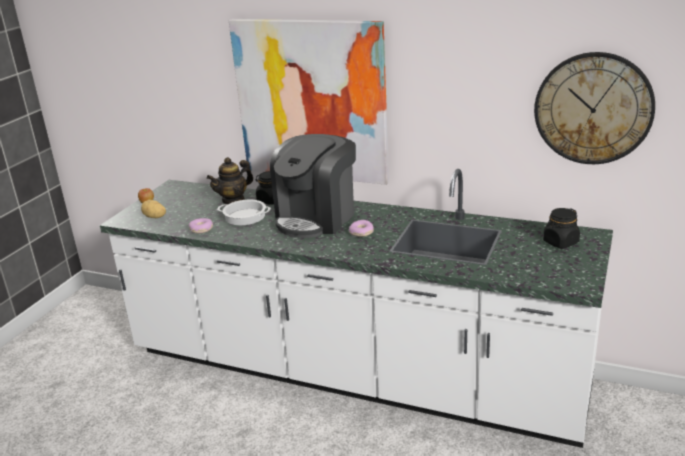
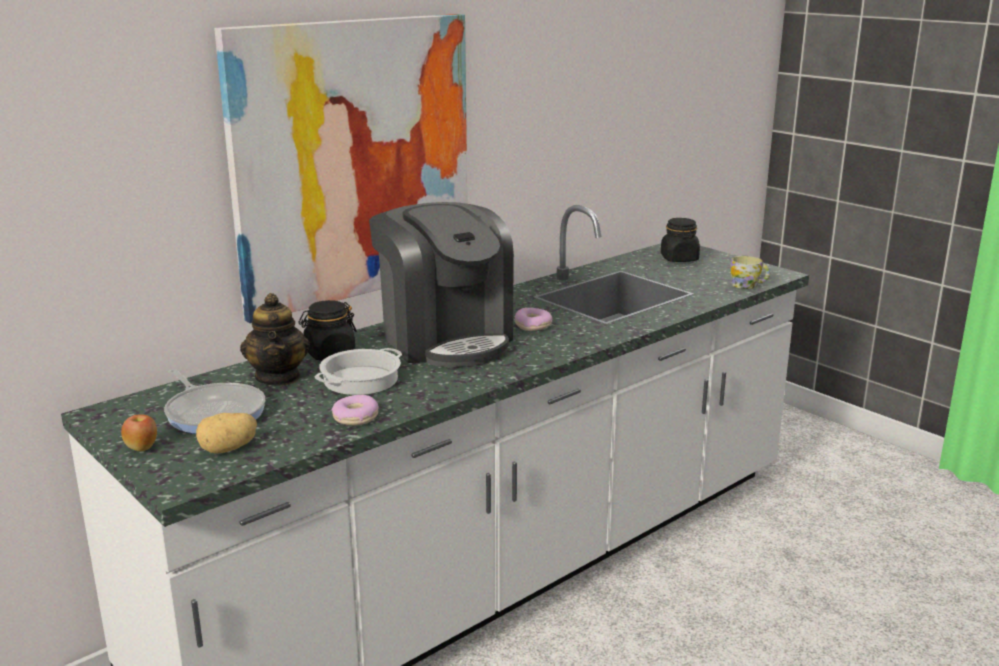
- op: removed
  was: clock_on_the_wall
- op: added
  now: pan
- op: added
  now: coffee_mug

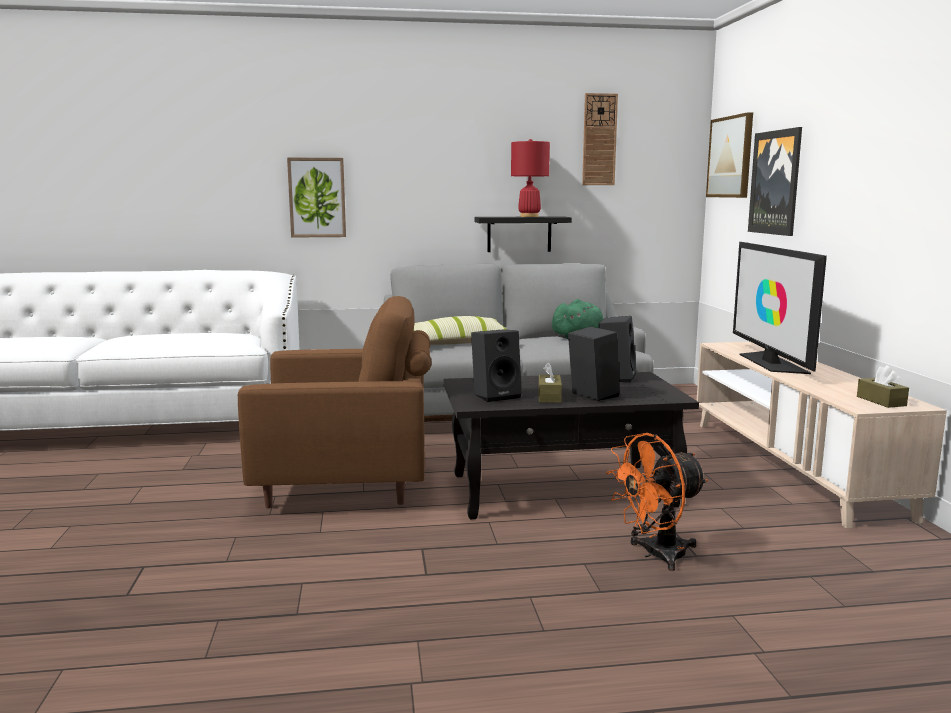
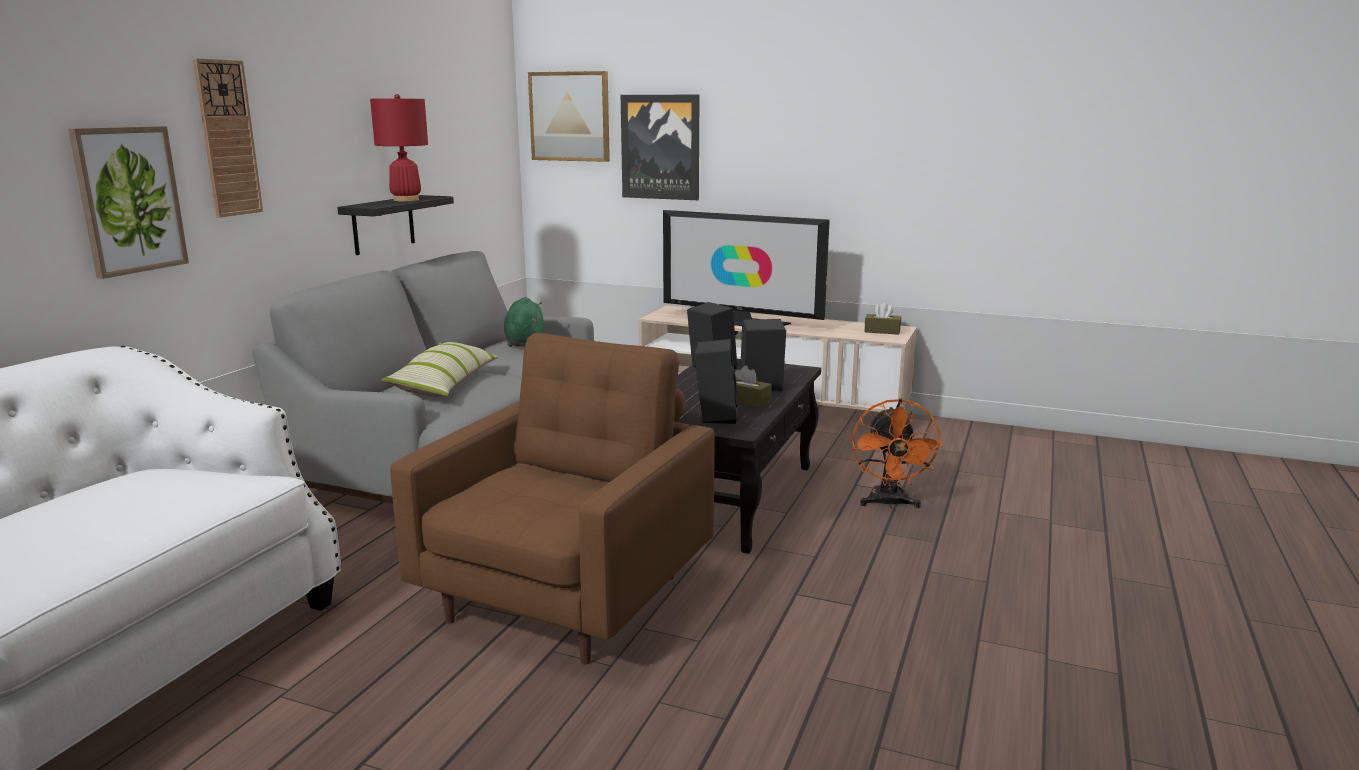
- op: moved
  was: clock_on_the_wall

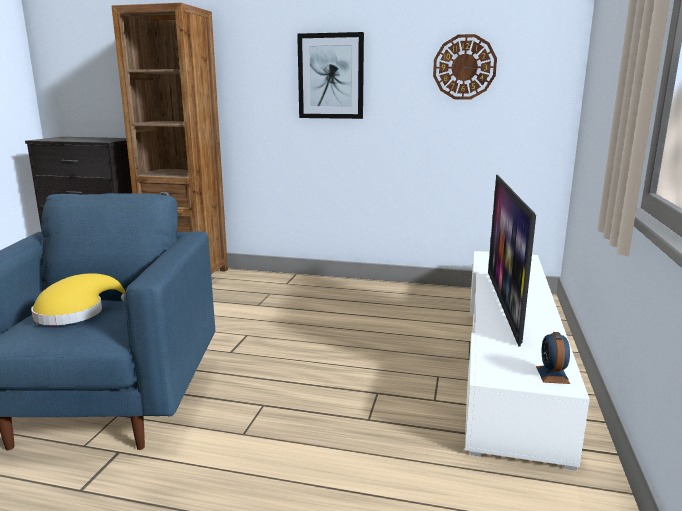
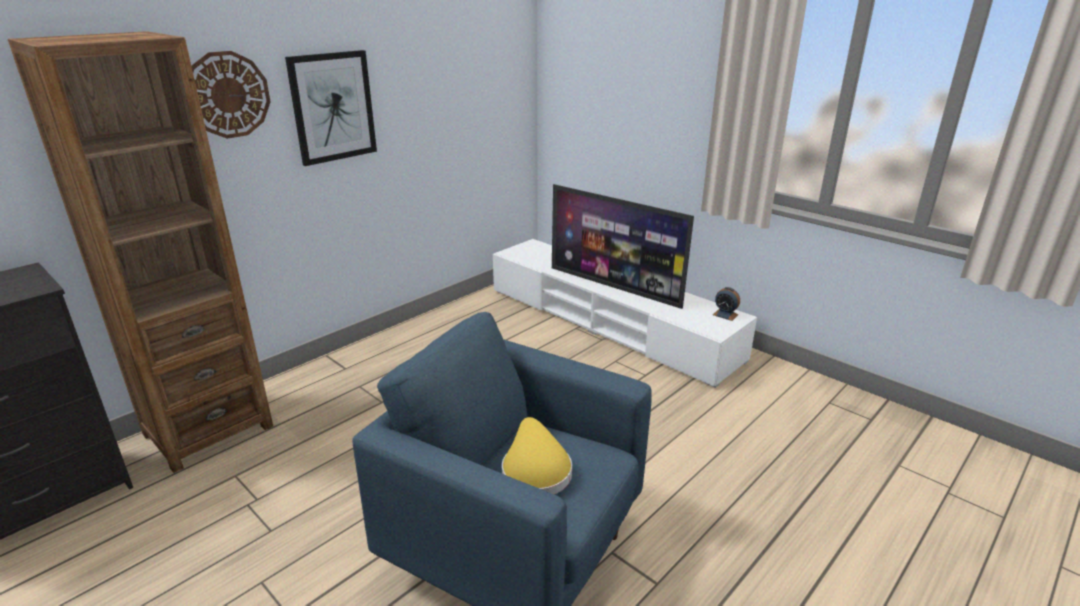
- op: moved
  was: clock_on_the_wall

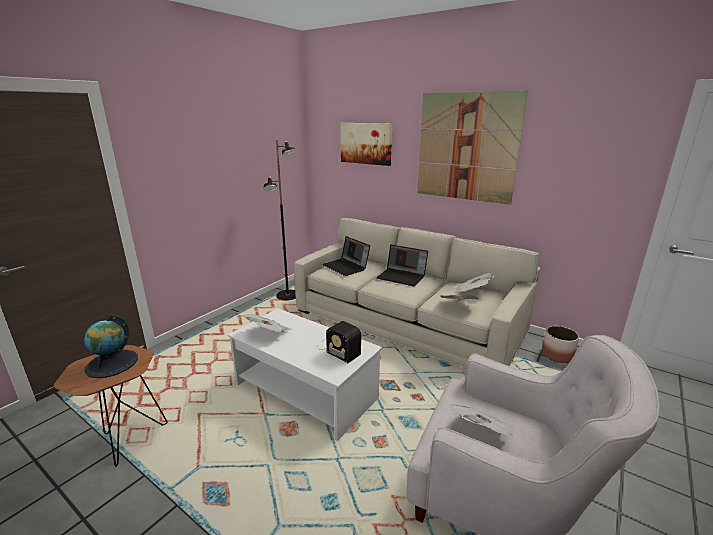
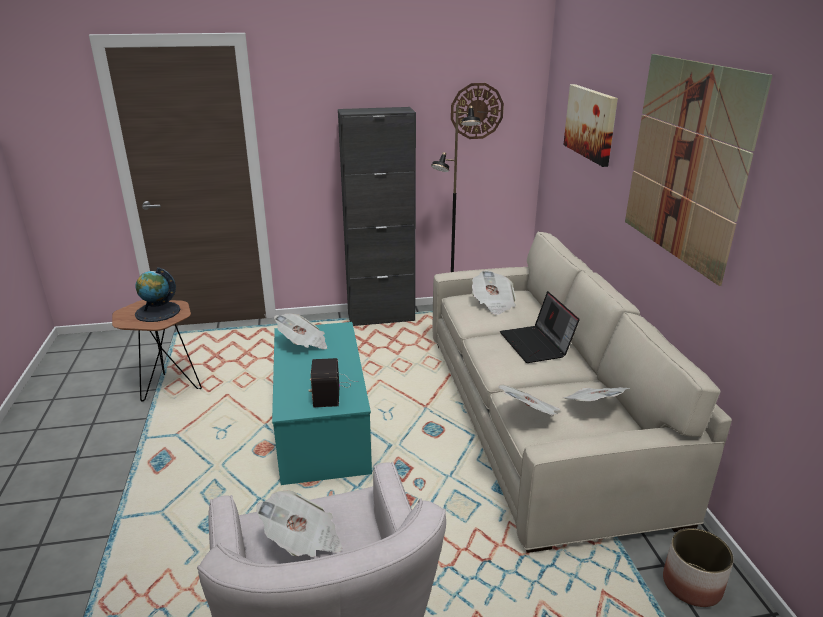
- op: recoloured
  was: whitish_low_table
  now: blue-green_low_table
- op: replaced
  was: notebook_computer (1st from left)
  now: daily_paper (3rd from left)
- op: added
  now: blackish_cabinet
- op: added
  now: clock_on_the_wall

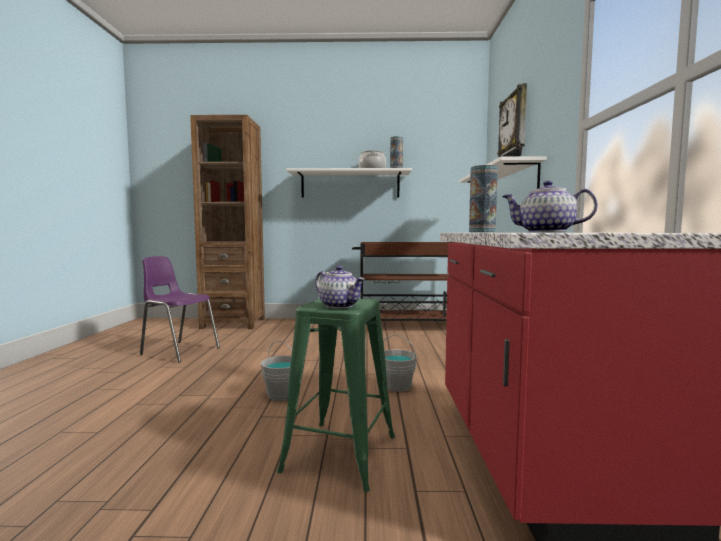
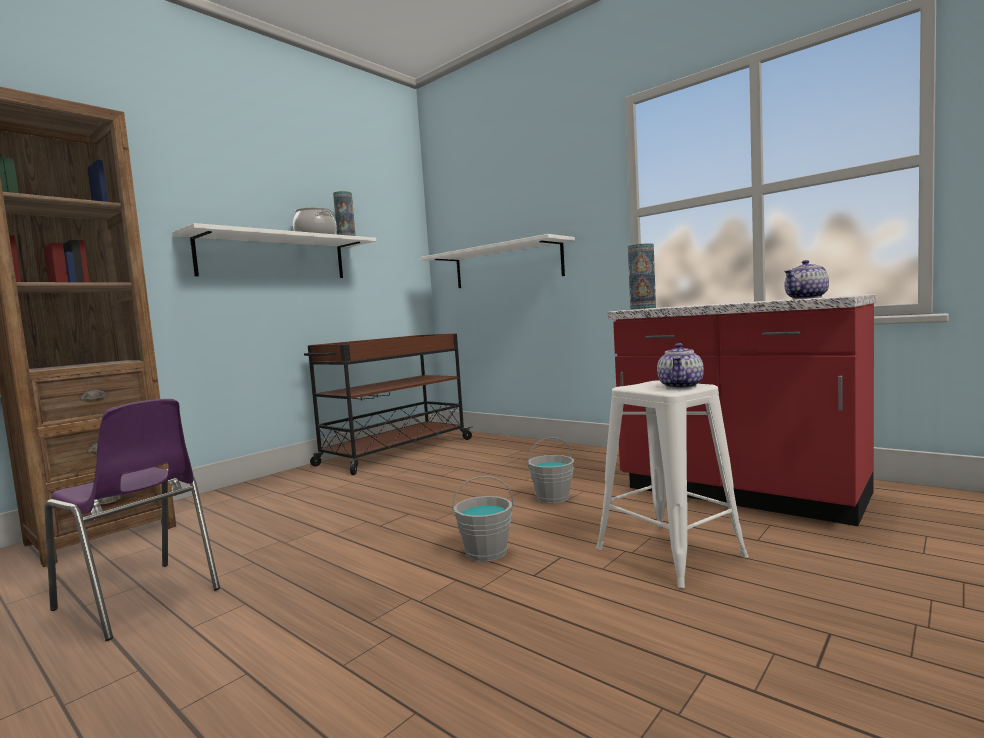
- op: turned
  was: purple-coloured_upright_chair
  clockwise: -120
- op: recoloured
  was: green_stool
  now: whitish_stool
- op: turned
  was: tea_pot (1st from left)
  clockwise: 120
- op: removed
  was: clock_on_the_wall

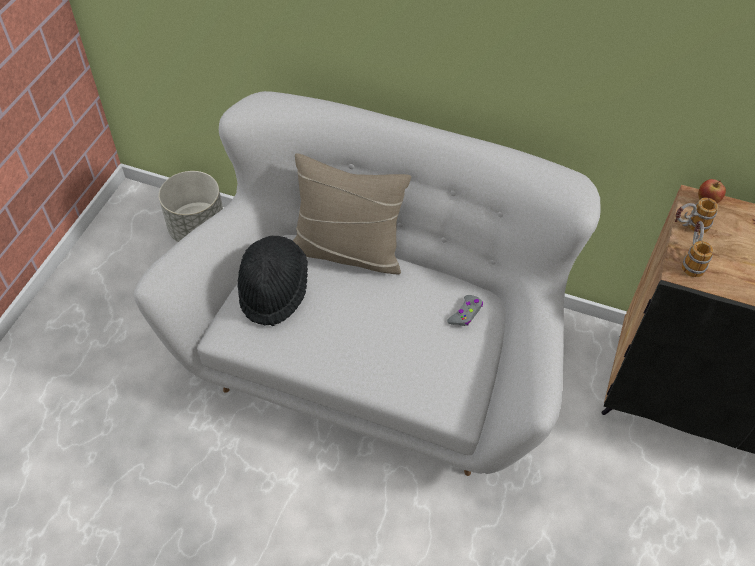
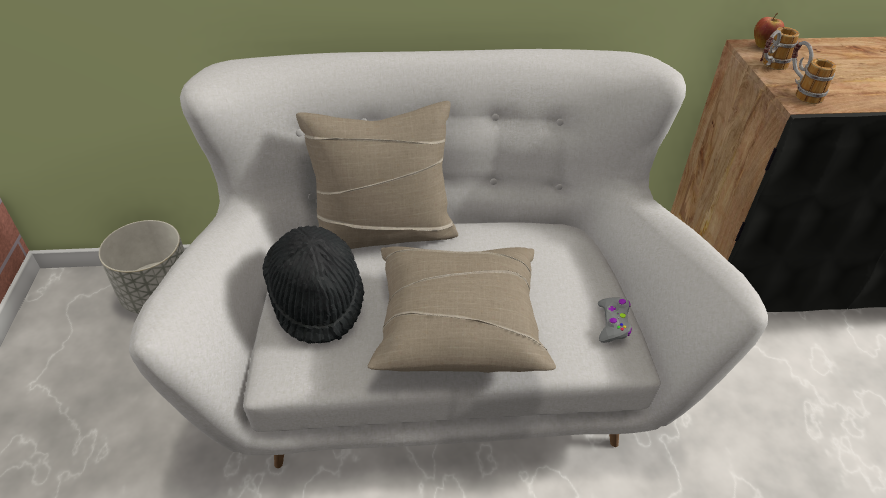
- op: moved
  was: greyish_game_controller
- op: added
  now: beige-coloured_pillow (2nd from left)

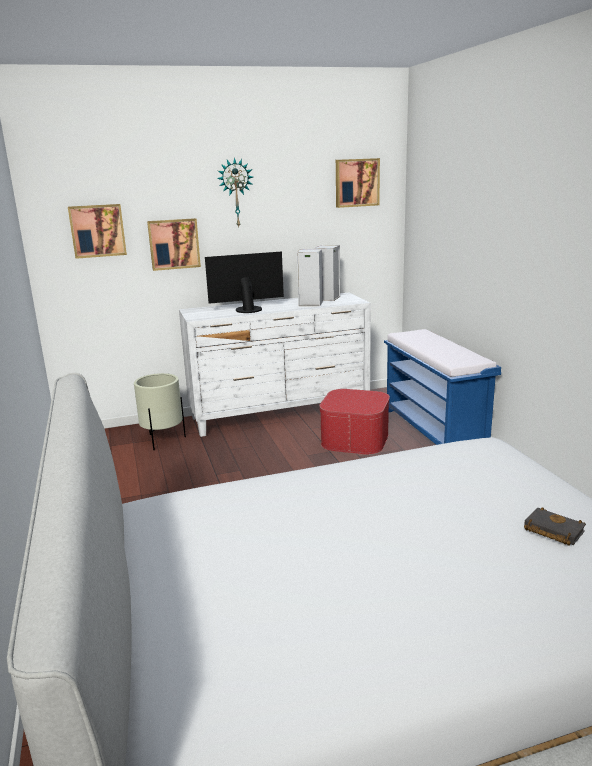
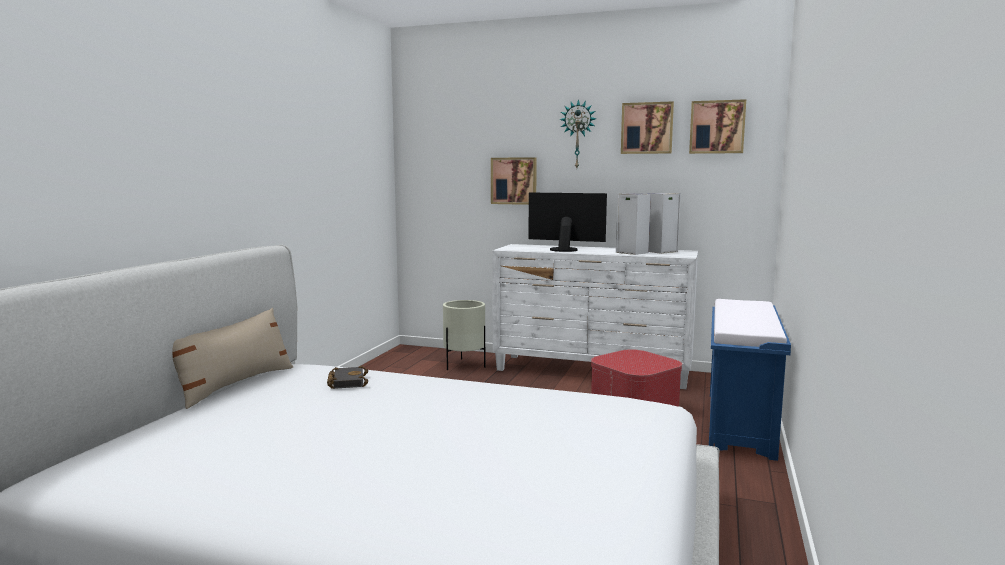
- op: moved
  was: wall_art (1st from left in the first image)
  now: wall_art (2nd from left)
- op: moved
  was: blackish_book
- op: added
  now: beige-coloured_pillow

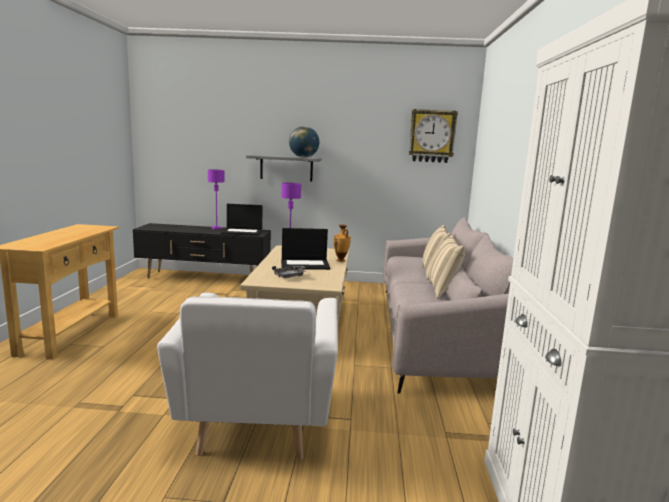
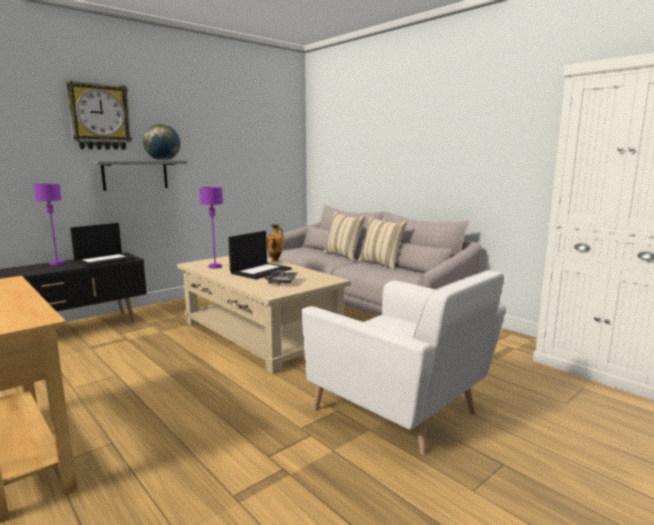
- op: moved
  was: clock_on_the_wall

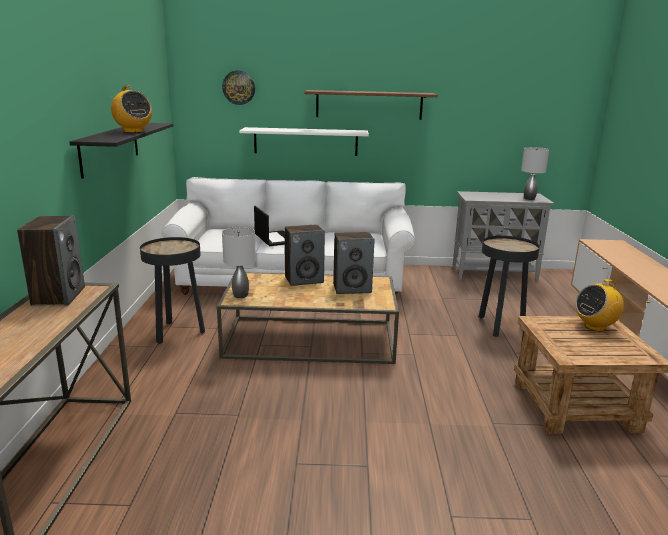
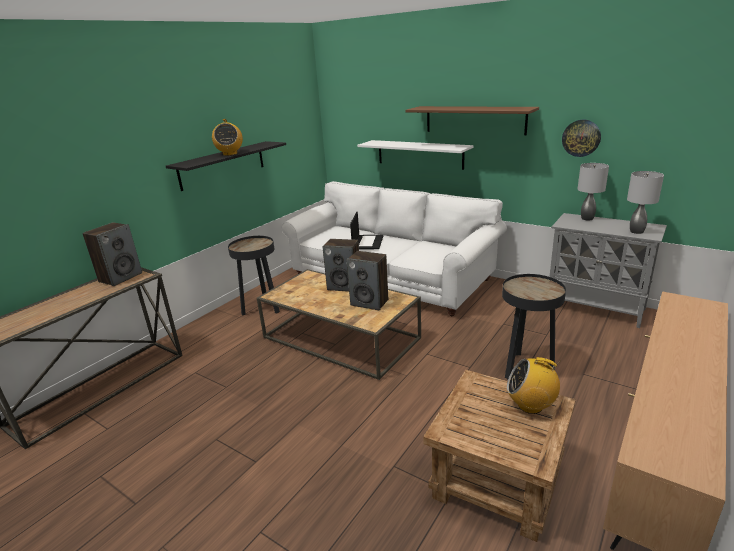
- op: moved
  was: clock_on_the_wall
- op: moved
  was: greyish_lamp_for_a_table (1st from left)

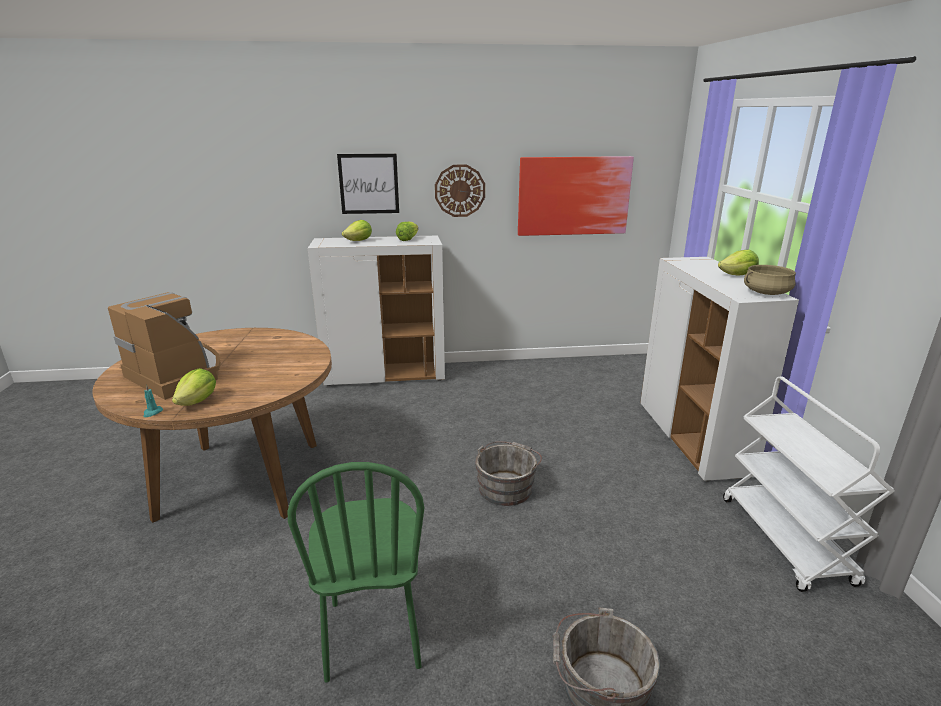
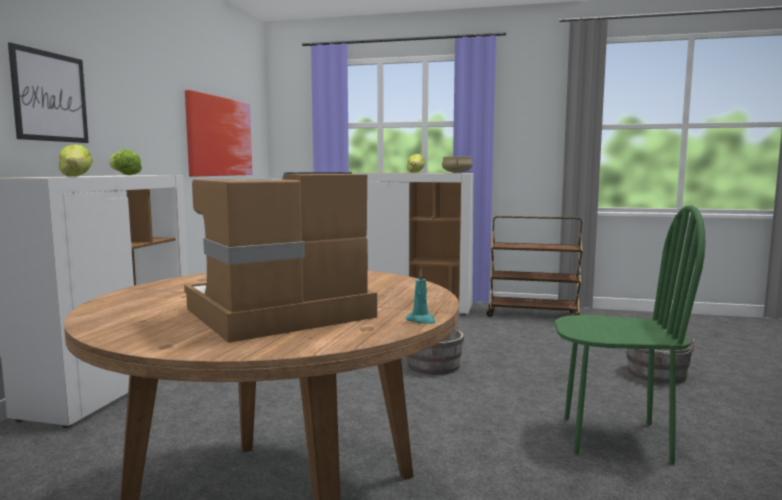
- op: removed
  was: lettuce (1st from left)
- op: removed
  was: clock_on_the_wall
- op: recoloured
  was: whitish_trolley
  now: brown_trolley

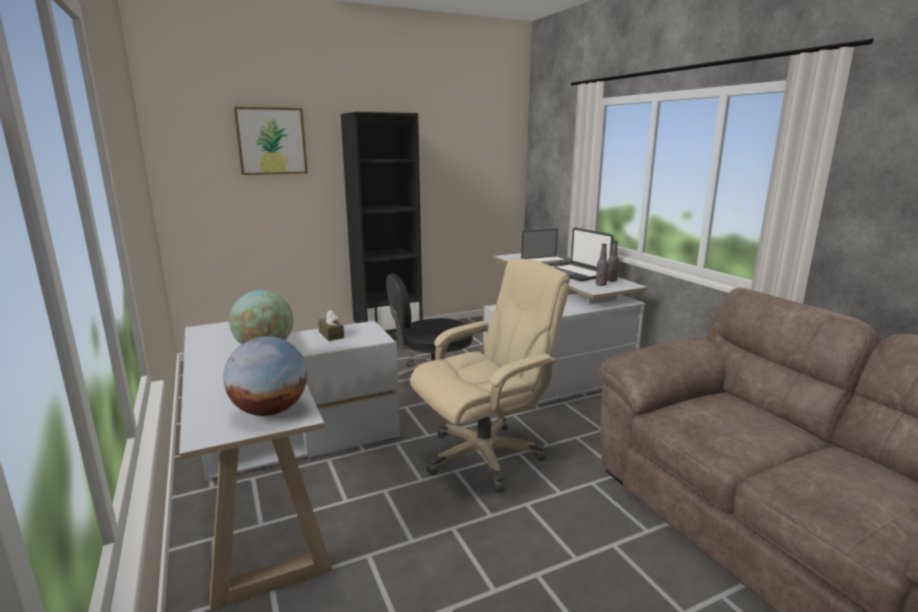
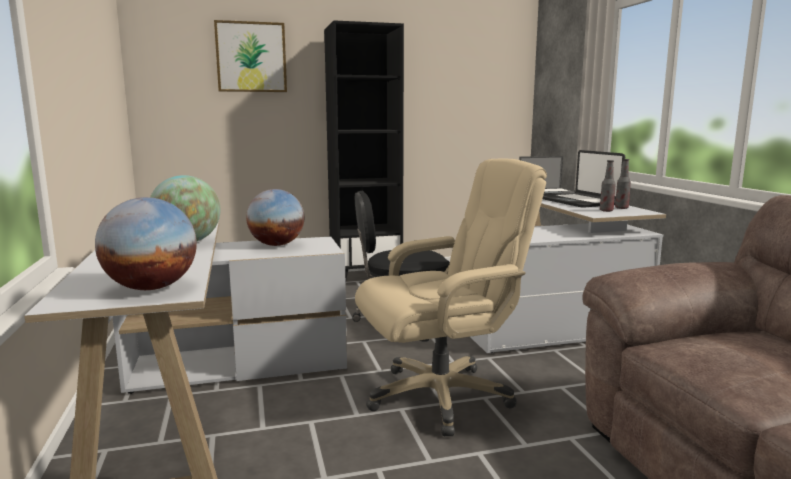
- op: replaced
  was: brown_box_of_tissues
  now: globe (3rd from left)

